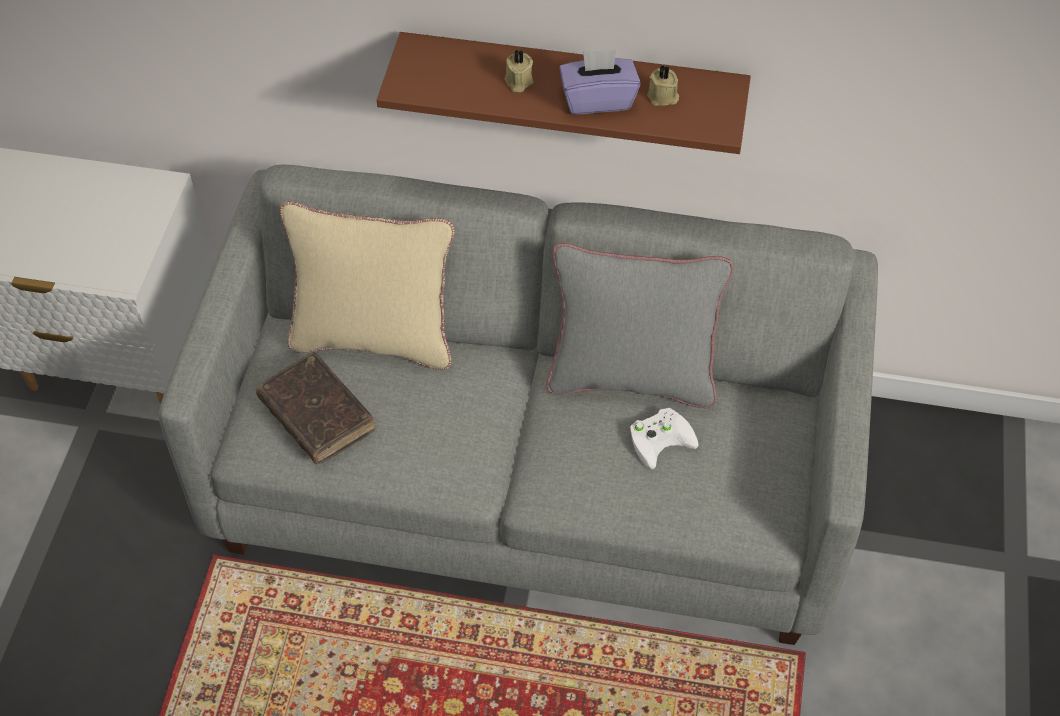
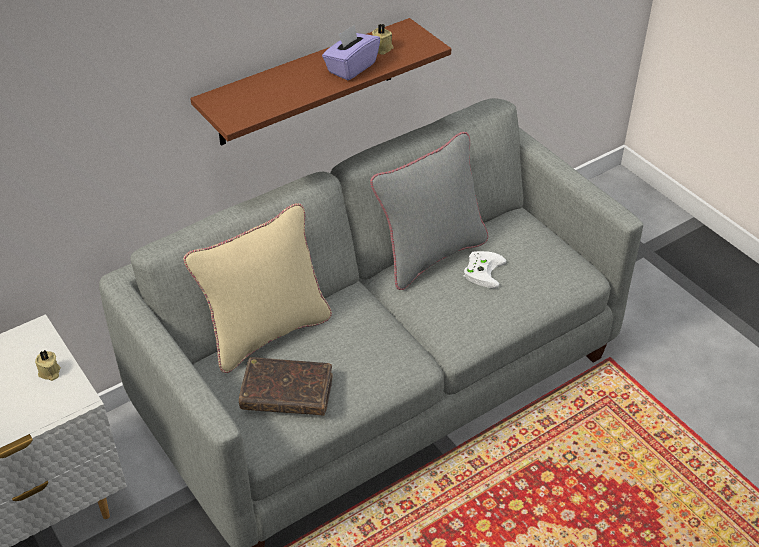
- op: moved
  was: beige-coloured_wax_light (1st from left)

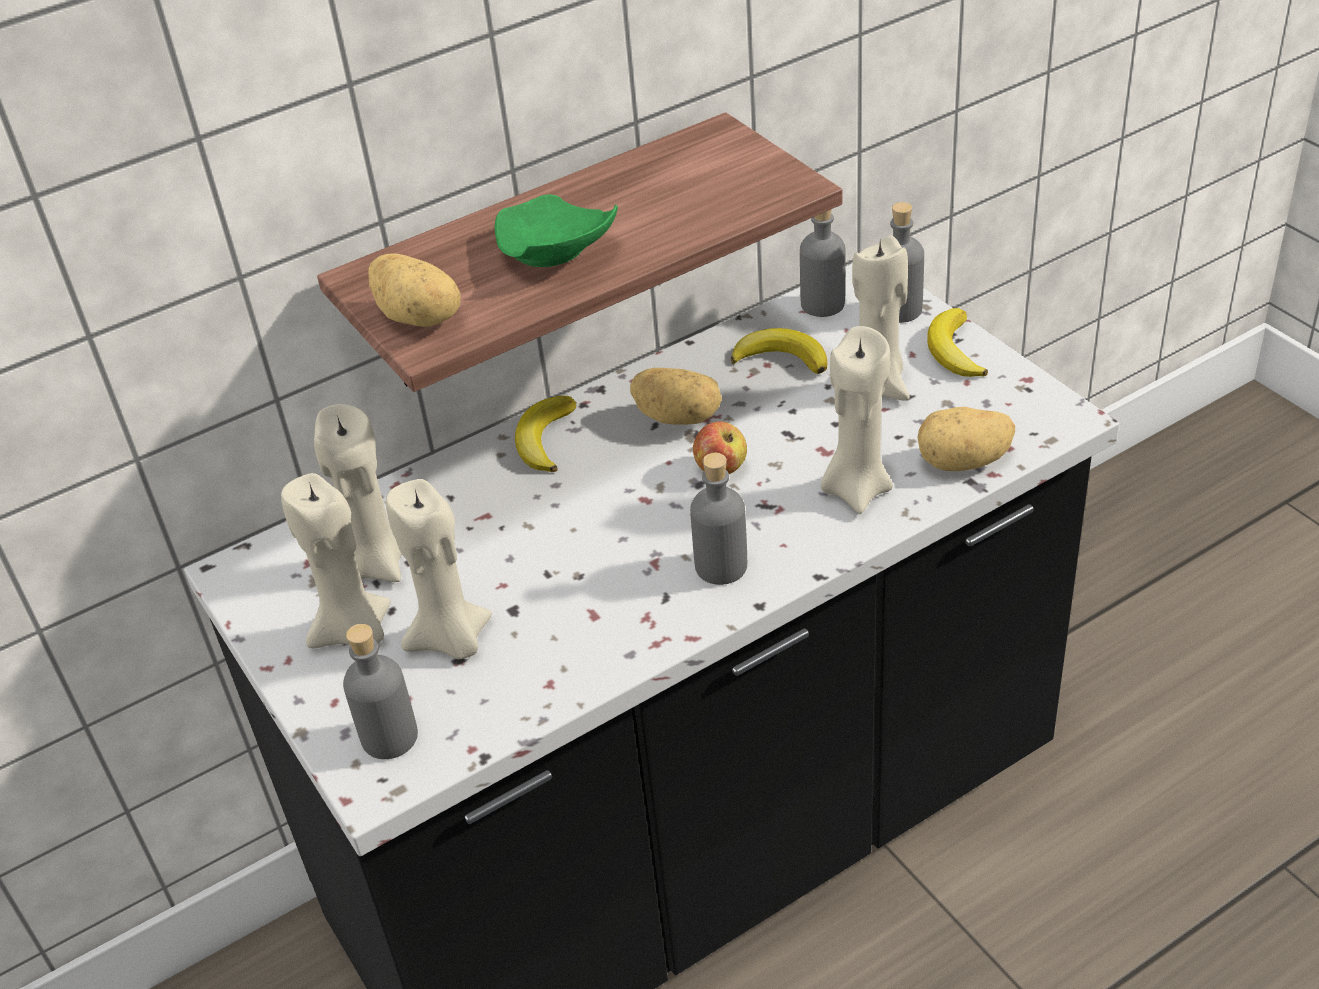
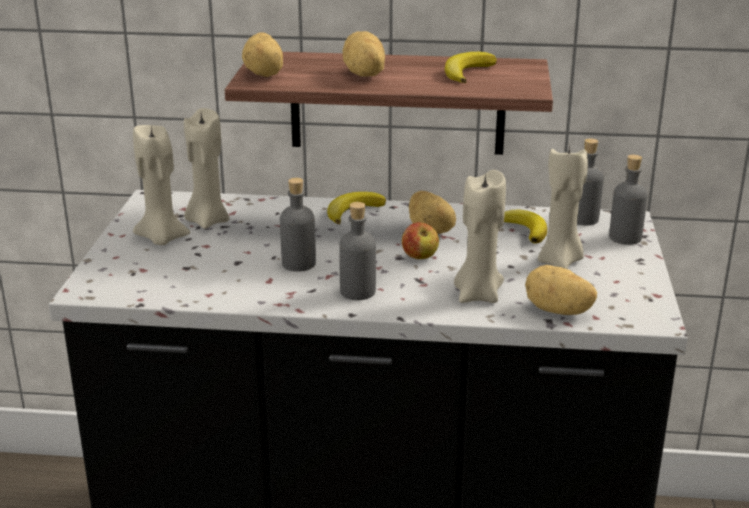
- op: moved
  was: greyish_beverage_bottle (1st from left)
- op: removed
  was: beige-coloured_wax_light (3rd from left)
- op: replaced
  was: green_flat_dish
  now: whole_potato (2nd from left)
- op: moved
  was: banana (3rd from left in the first image)
  now: banana (2nd from left)

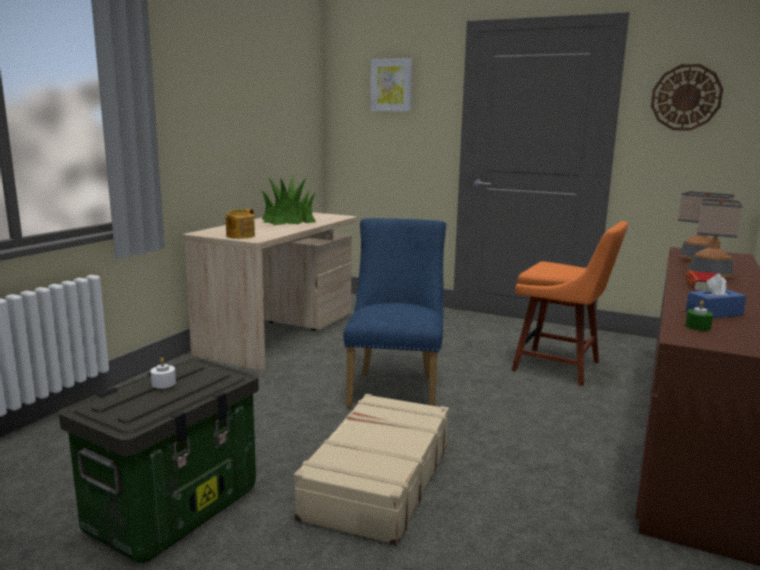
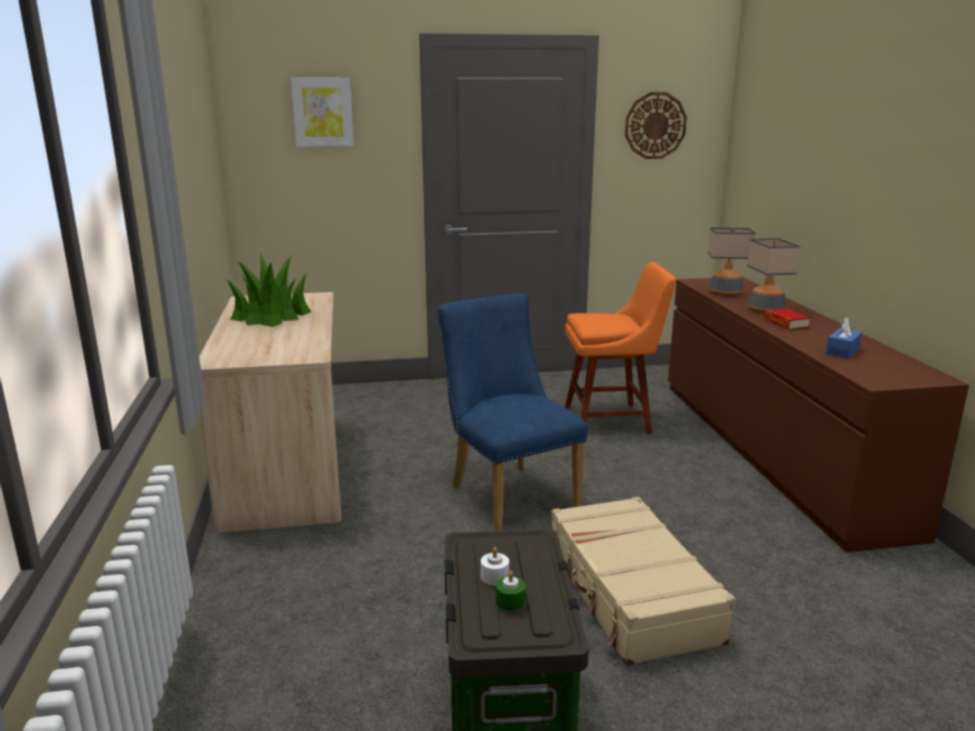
- op: removed
  was: tea_pot
- op: moved
  was: green_wax_light

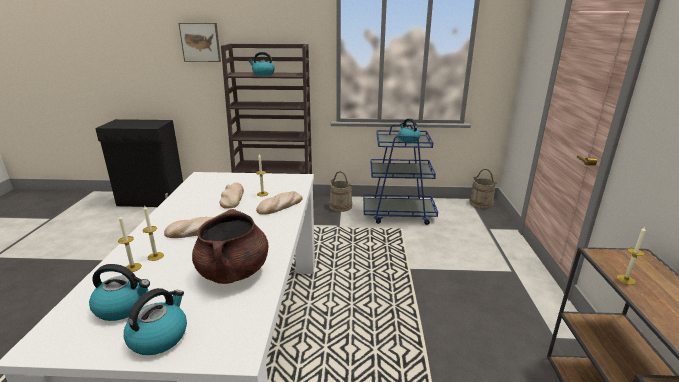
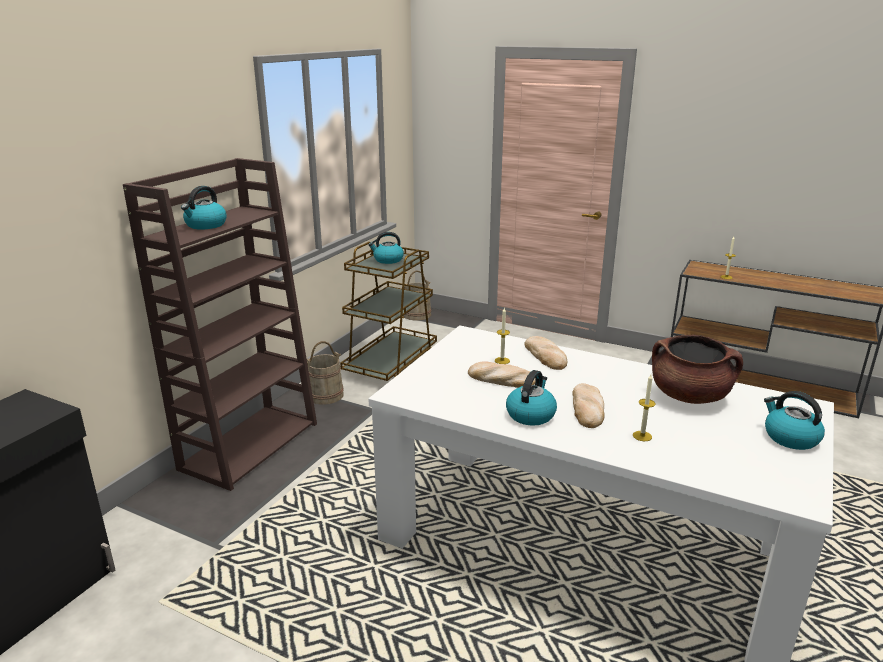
- op: moved
  was: water_kettle (1st from left in the first image)
  now: water_kettle (3rd from left)
- op: removed
  was: wax_light (1st from left)
- op: removed
  was: wall_art
- op: recoloured
  was: bluish_trolley
  now: brown_trolley

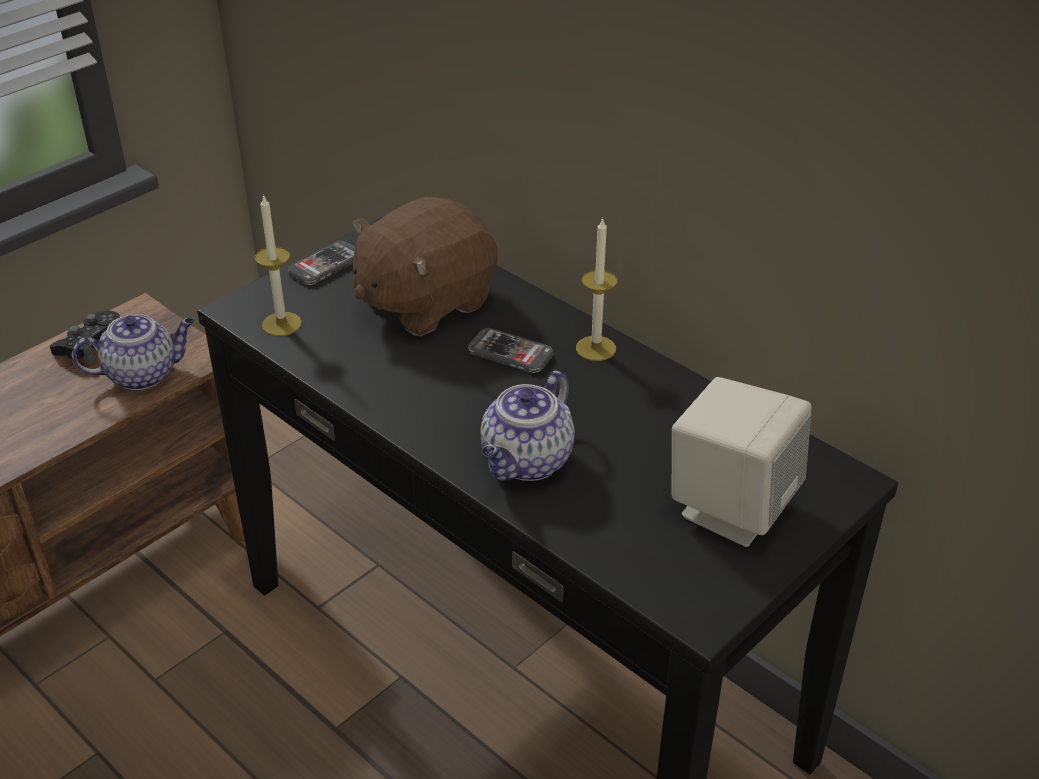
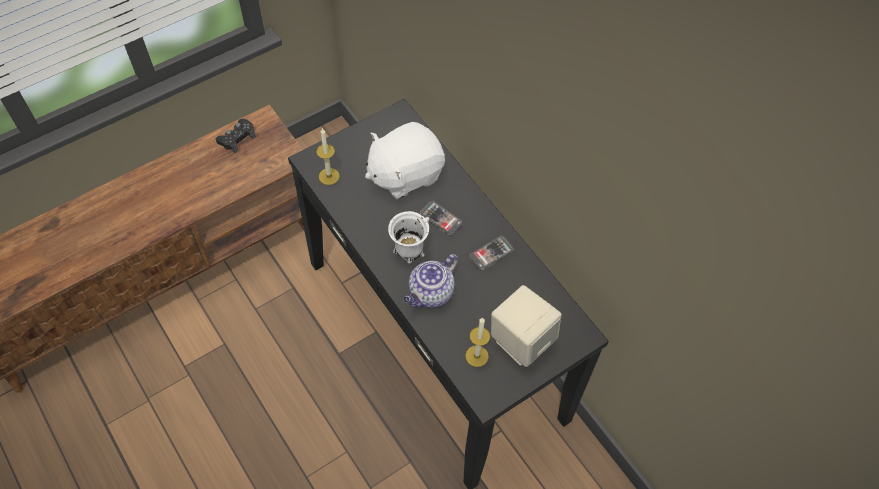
- op: removed
  was: tea_pot (1st from left)
- op: moved
  was: phone (1st from left in the first image)
  now: phone (2nd from left)
- op: recoloured
  was: brown_plush_toy
  now: whitish_plush_toy
- op: moved
  was: wax_light (2nd from left)
- op: added
  now: whitish_coffee_mug

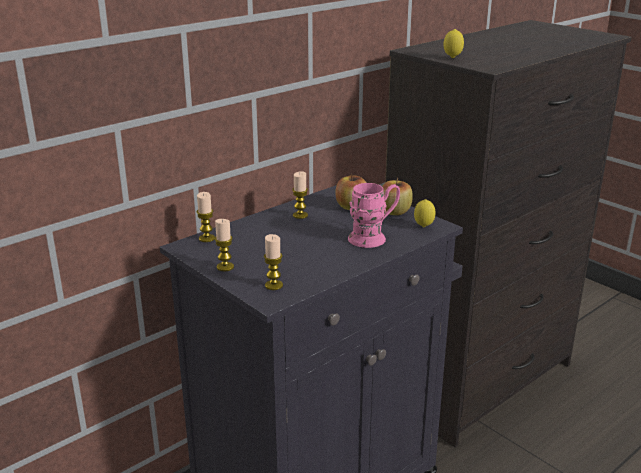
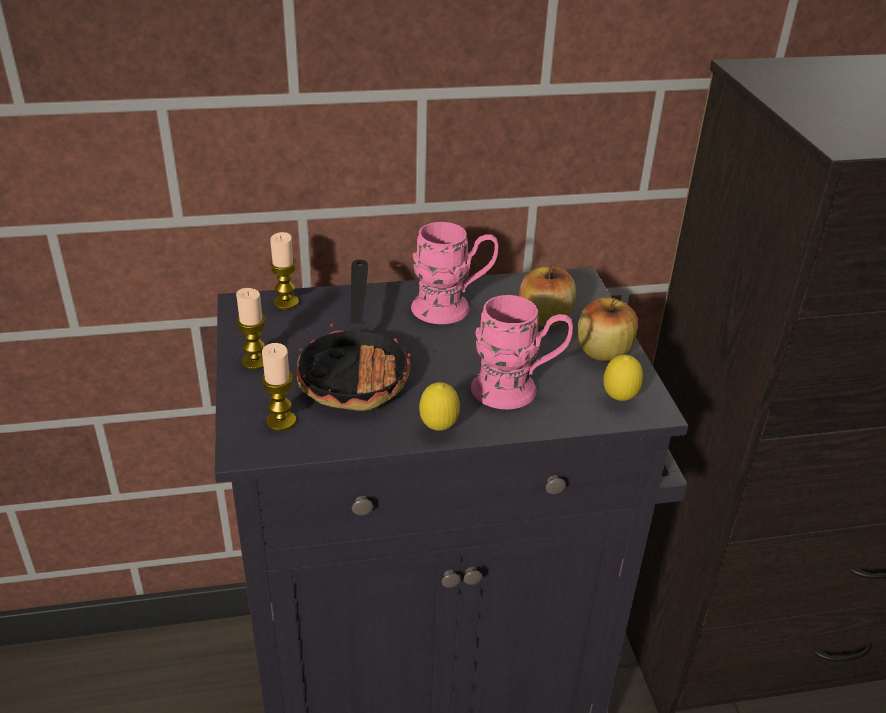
- op: replaced
  was: wax_light (4th from left)
  now: pink-coloured_coffee_mug (1st from left)
- op: moved
  was: whole_lemon (2nd from left in the first image)
  now: whole_lemon (1st from left)
- op: added
  now: pan

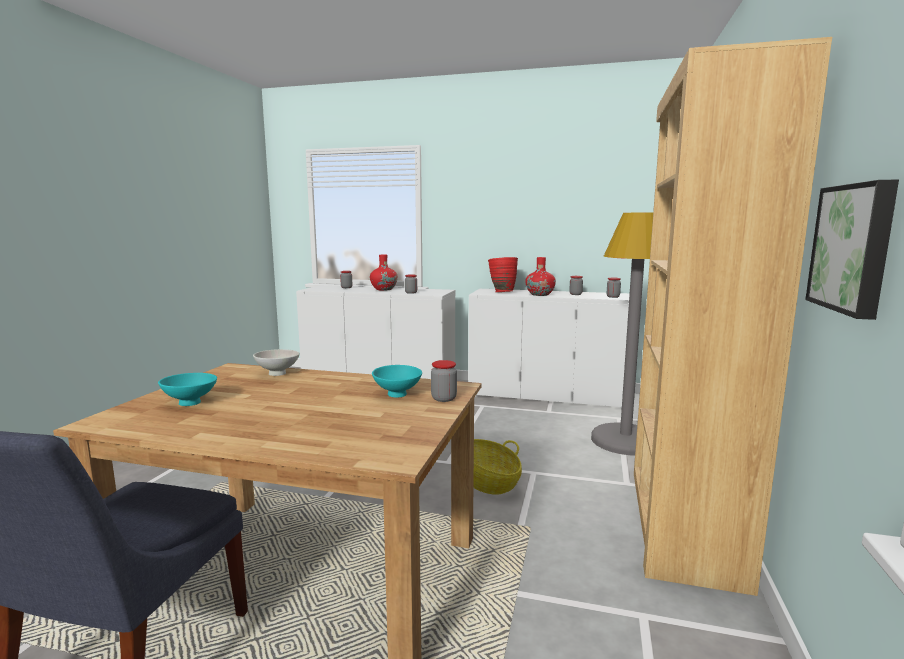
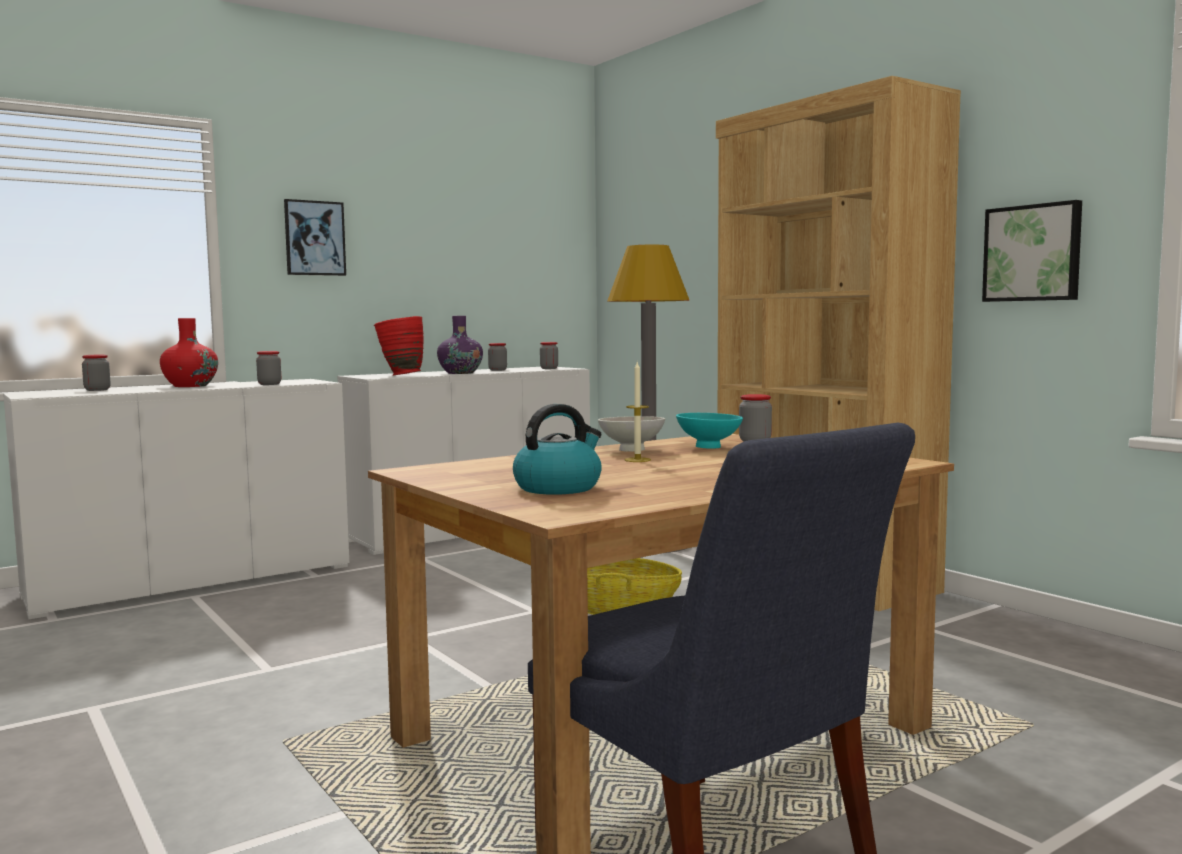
- op: replaced
  was: blue-green_deep_dish (1st from left)
  now: water_kettle
- op: moved
  was: whitish_deep_dish
- op: recoloured
  was: red_vase (3rd from left)
  now: purple-coloured_vase
- op: added
  now: wall_art (1st from left)
- op: added
  now: wax_light

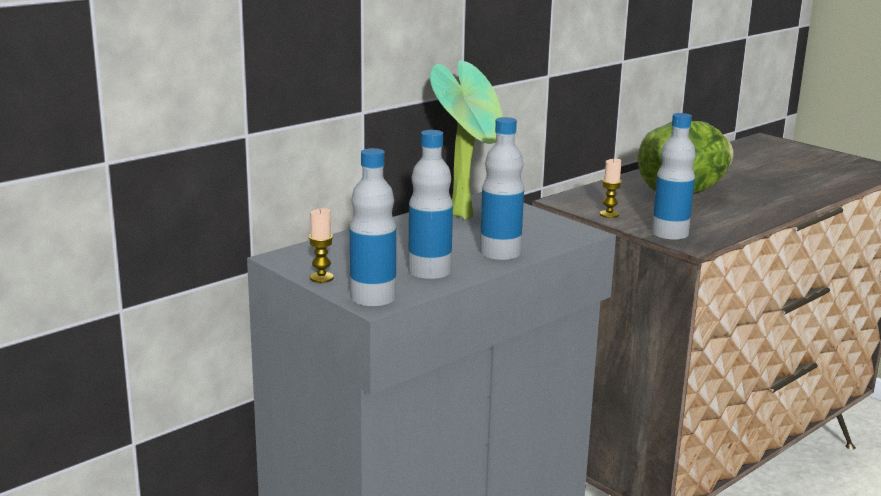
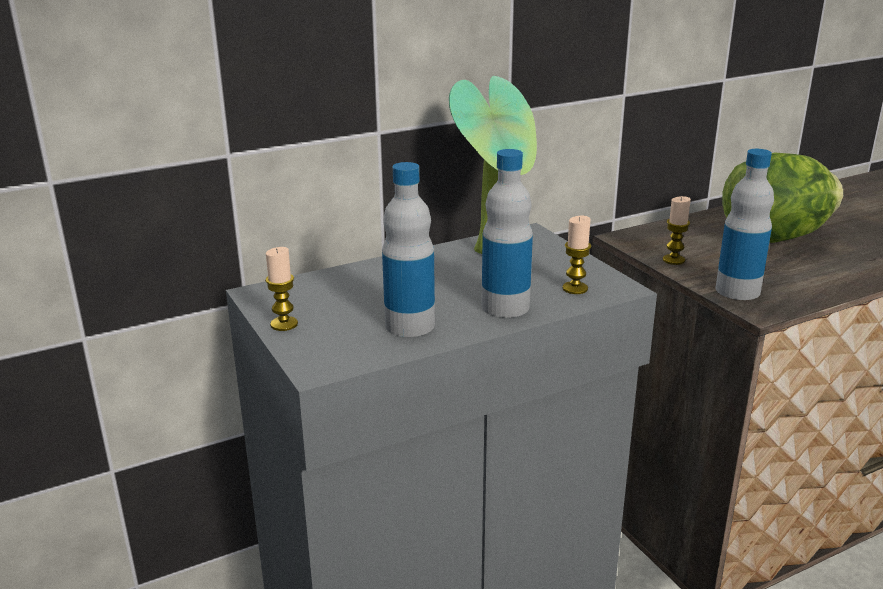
- op: removed
  was: beverage_bottle (1st from left)
- op: added
  now: wax_light (2nd from left)

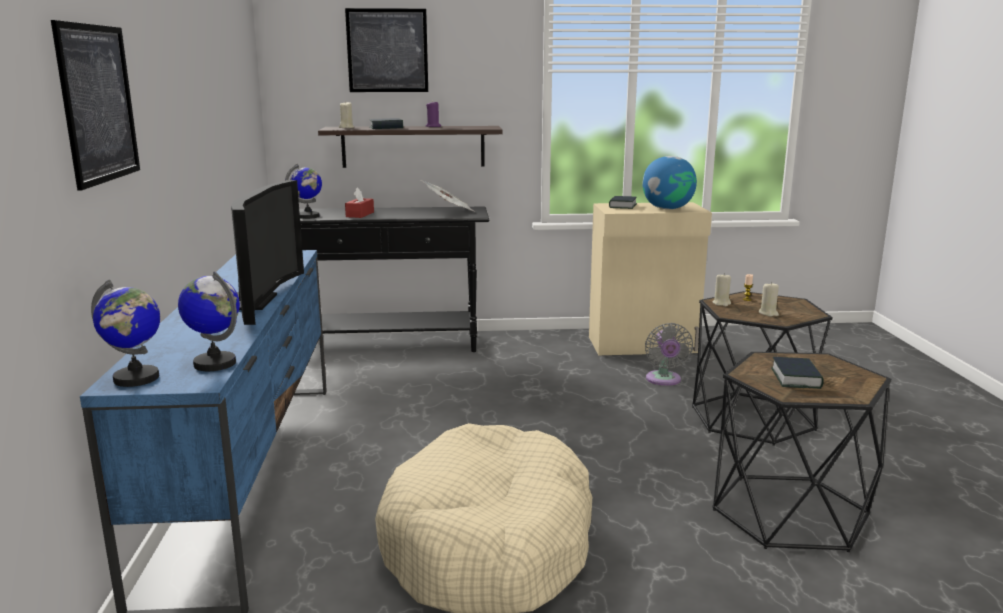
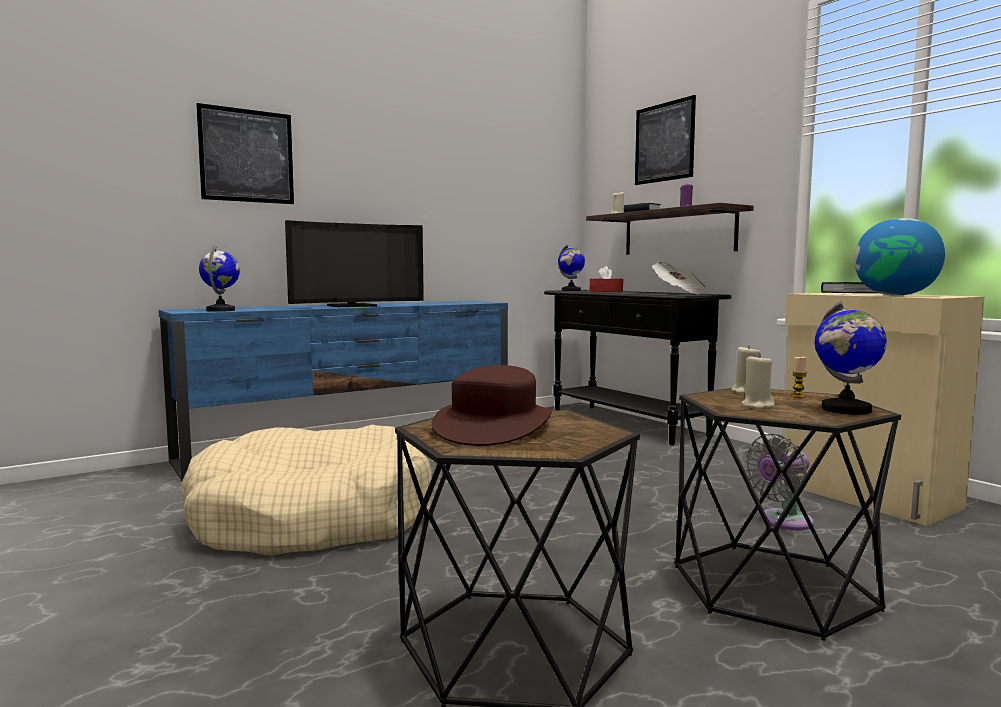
- op: moved
  was: globe (1st from left in the first image)
  now: globe (3rd from left)
- op: replaced
  was: book (3rd from left)
  now: brown_hat

